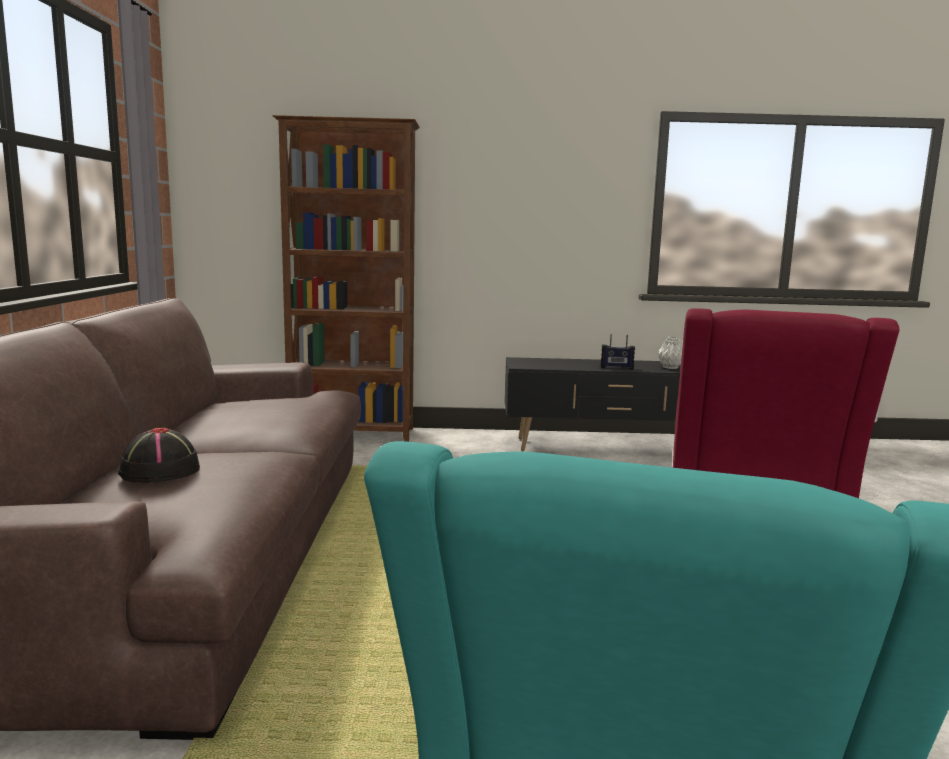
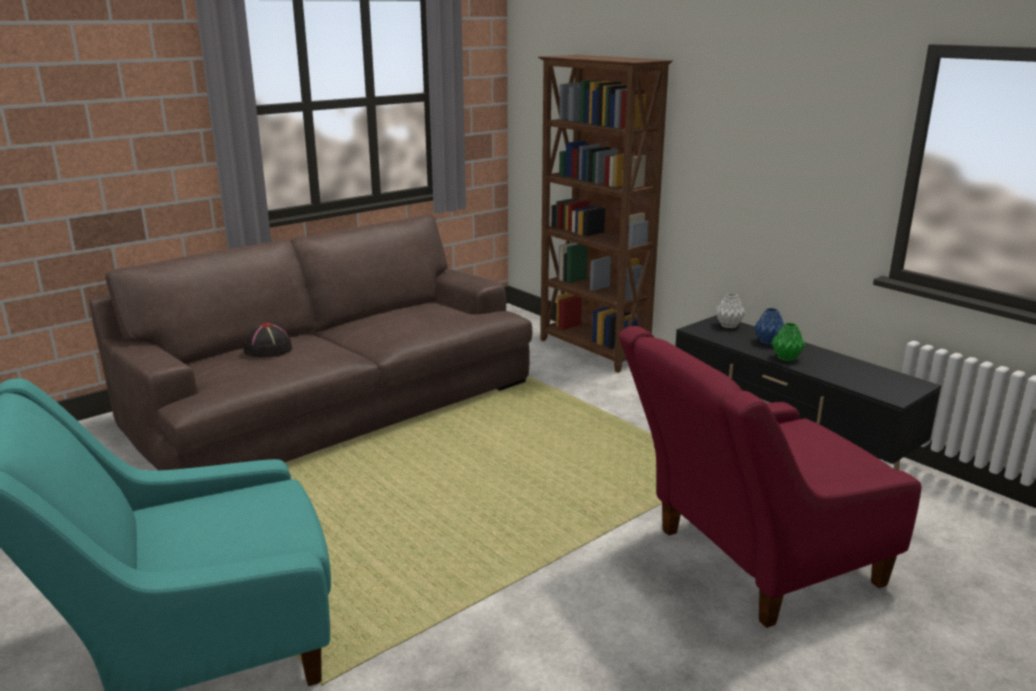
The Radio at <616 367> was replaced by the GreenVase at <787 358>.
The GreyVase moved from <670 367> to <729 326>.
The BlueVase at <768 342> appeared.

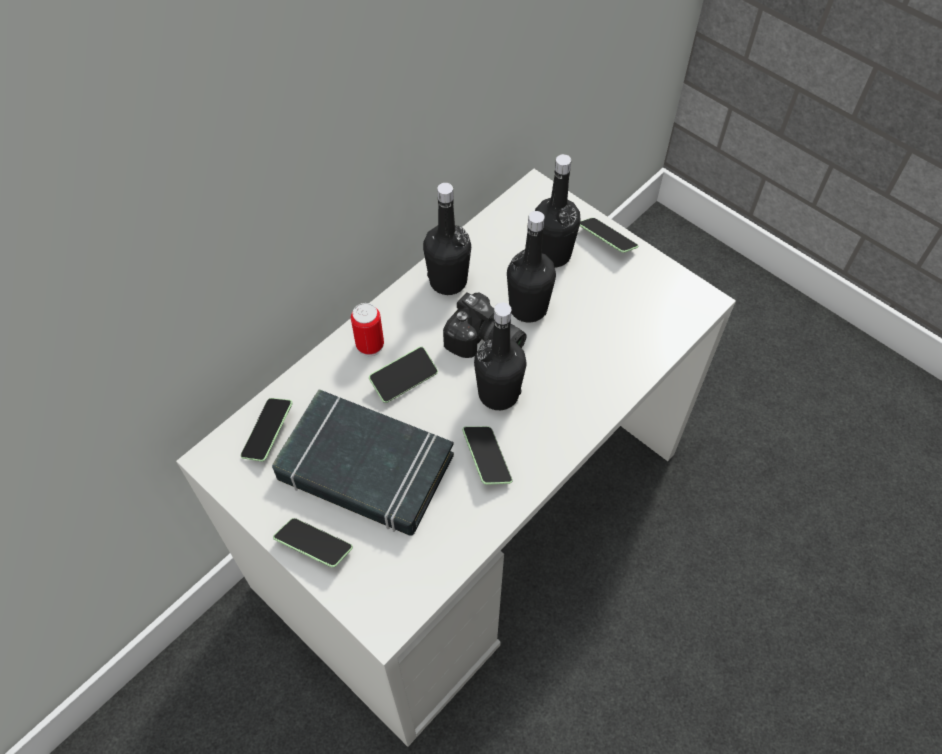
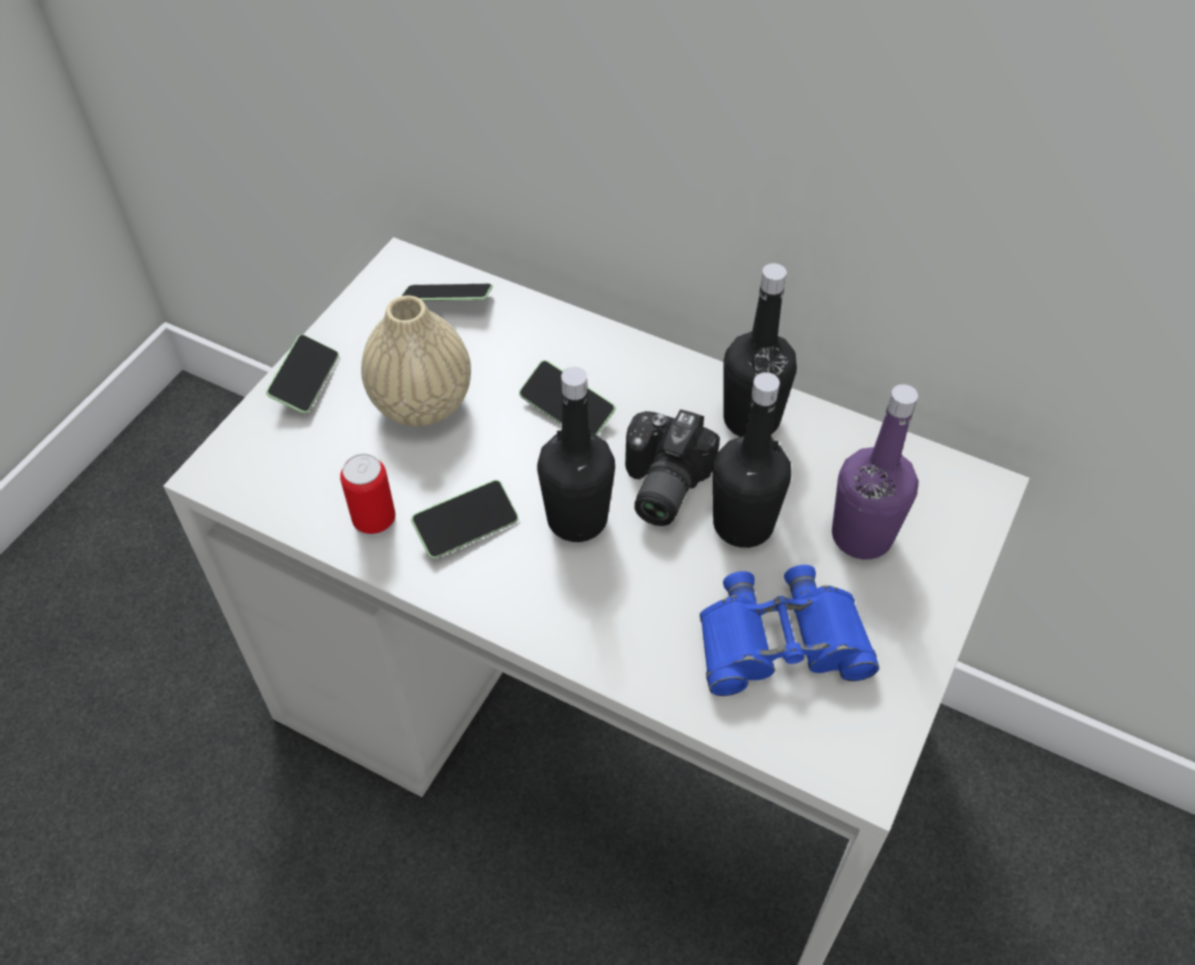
The BlackBook at <365 468> was replaced by the BeigeVase at <421 403>.
The Can moved from <370 345> to <374 520>.
The BlackBottle at <552 254> became the PurpleBottle at <861 536>.
The Phone at <606 240> disappeared.
The BlueBinoculars at <780 642> appeared.

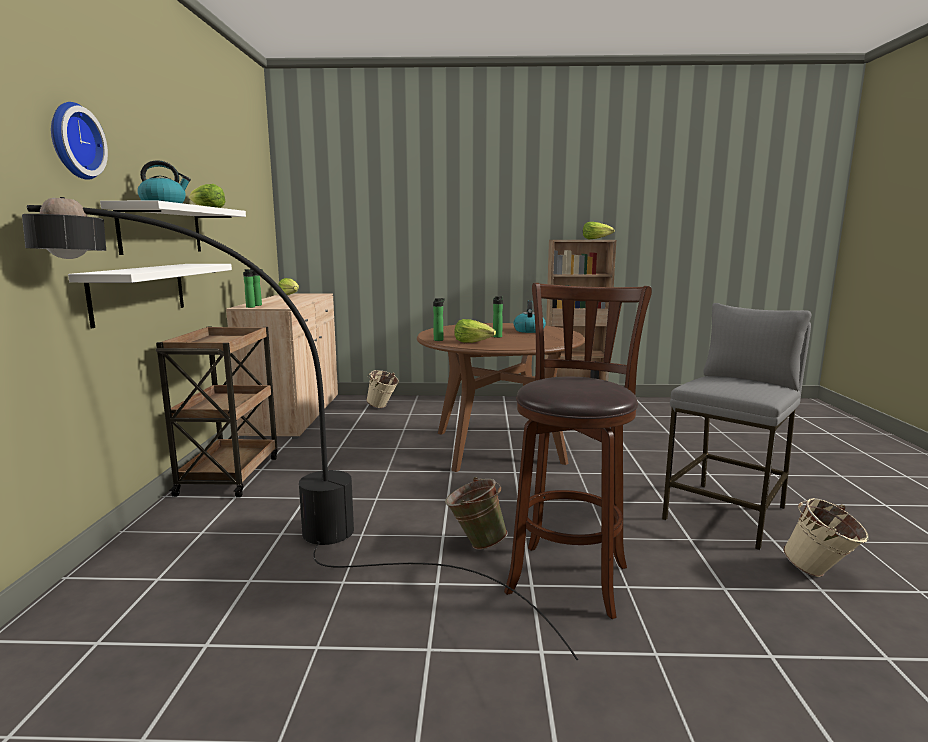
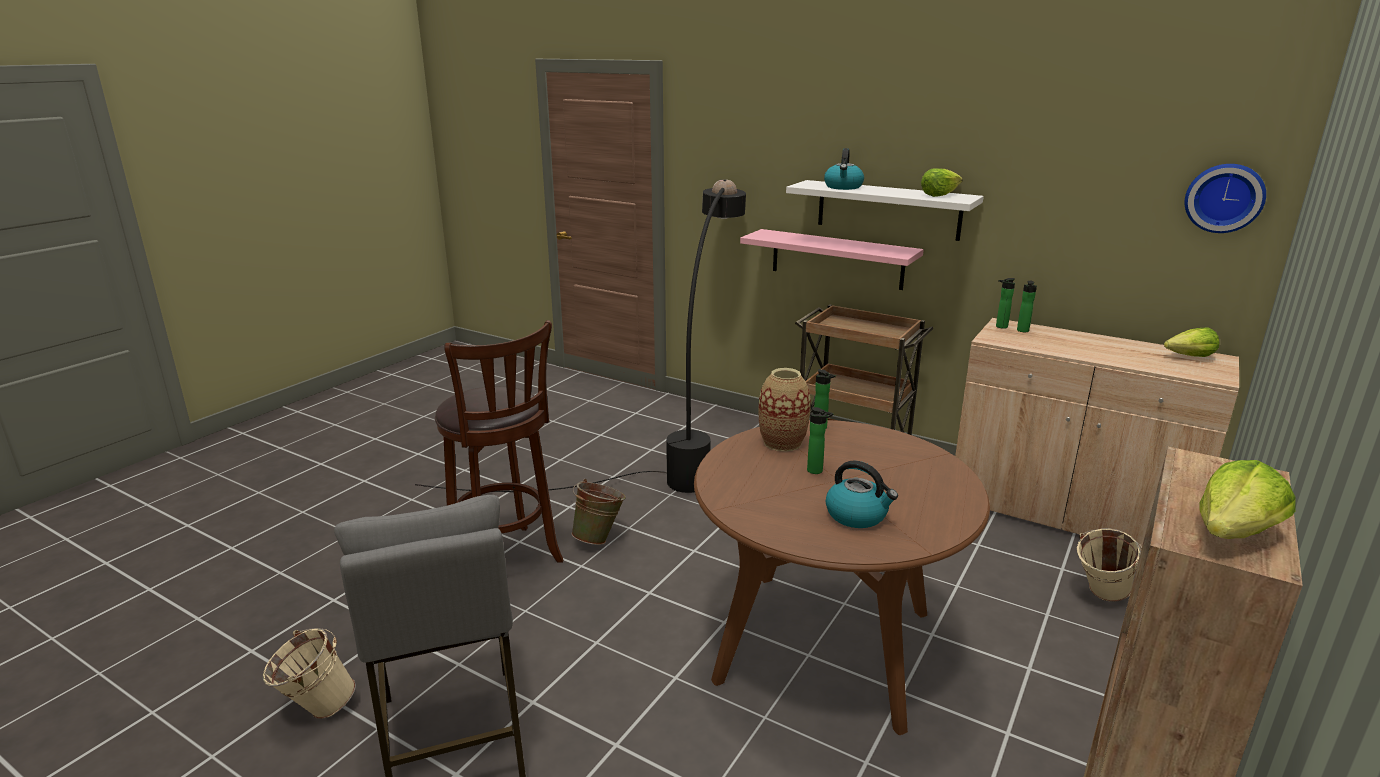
The WallClock moved from <73 141> to <1224 197>.
The WhiteShelf at <139 292> became the PinkShelf at <837 259>.
The Lettuce at <473 342> was replaced by the Vase at <782 442>.

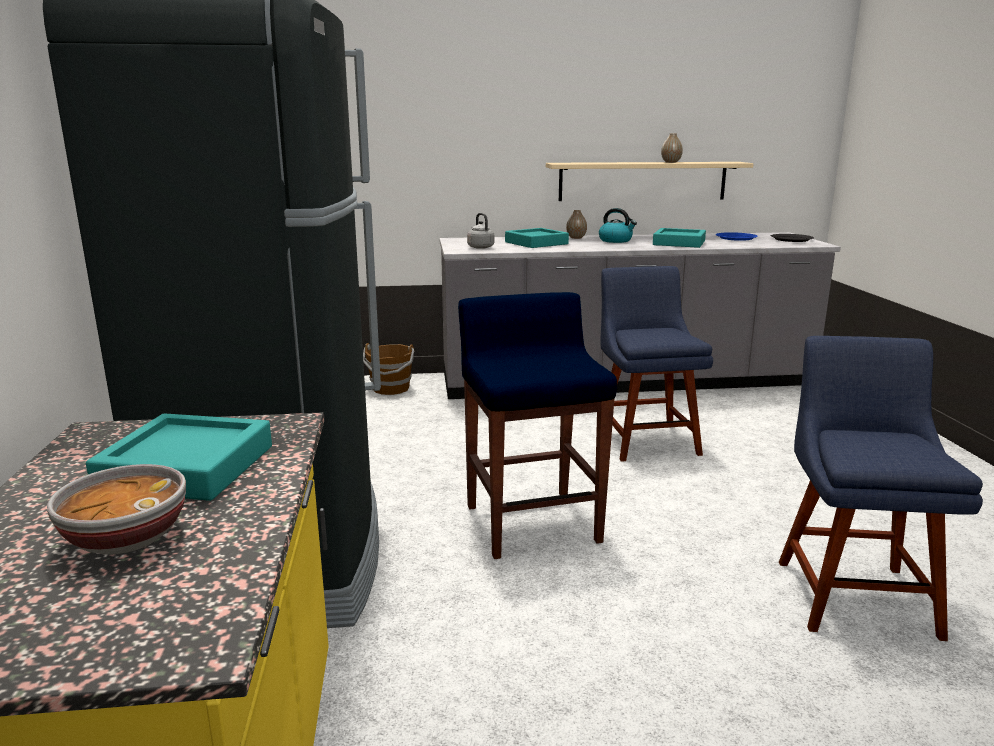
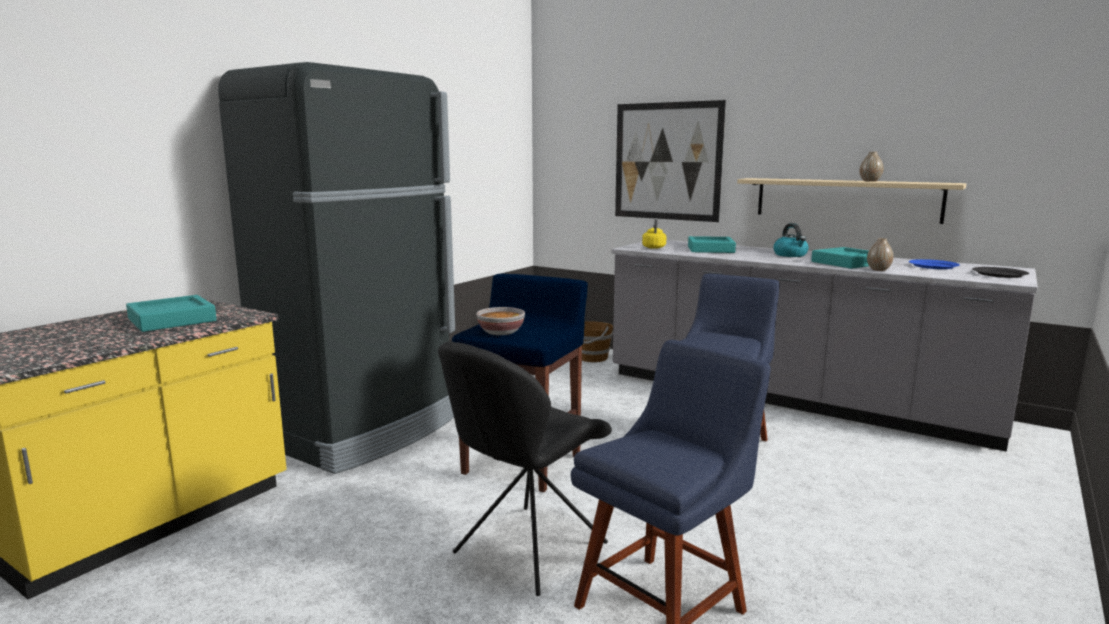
The Bowl moved from <125 538> to <500 332>.
The GreyKettle at <480 247> became the YellowKettle at <654 247>.
The Vase moved from <576 238> to <878 269>.
The BlackChair at <526 550> appeared.
The Picture at <667 161> appeared.

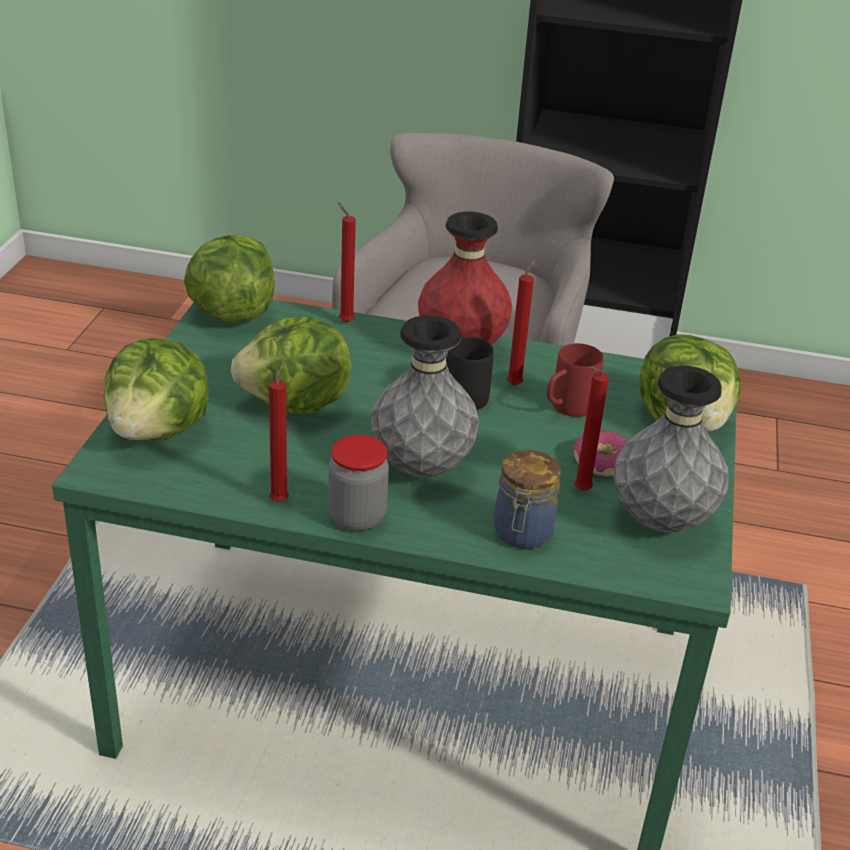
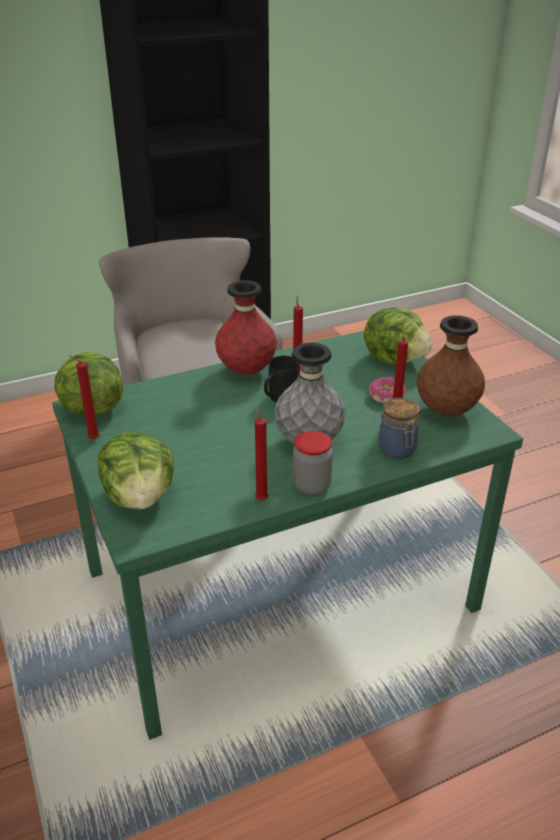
The Lettuce at <296 405> disappeared.
The RedCandle moved from <344 321> to <92 439>.
The RedMug at <566 409> disappeared.
The GreyVase at <661 521> became the BrownVase at <446 411>.

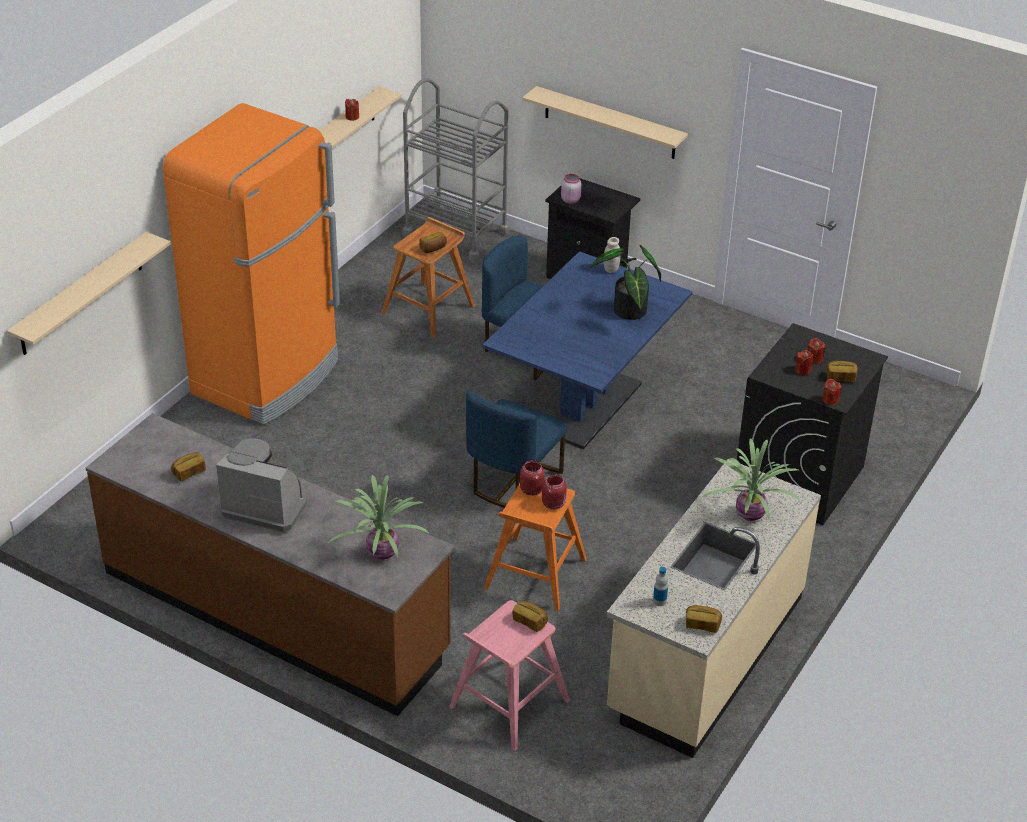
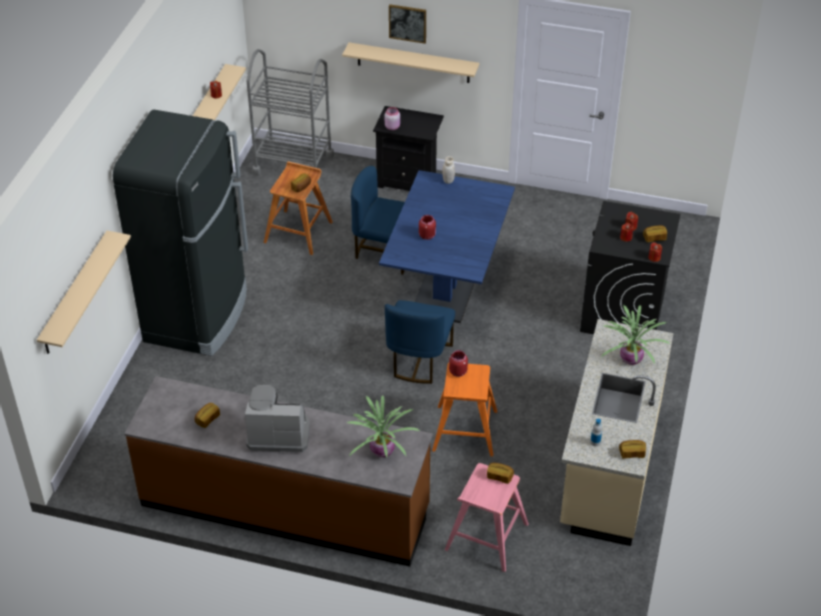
The OrangeFridge at <267 378> became the BlackFridge at <197 315>.
The RedJar moved from <554 503> to <427 235>.
The PottedPlant at <628 313> disappeared.
The Picture at <407 23> appeared.

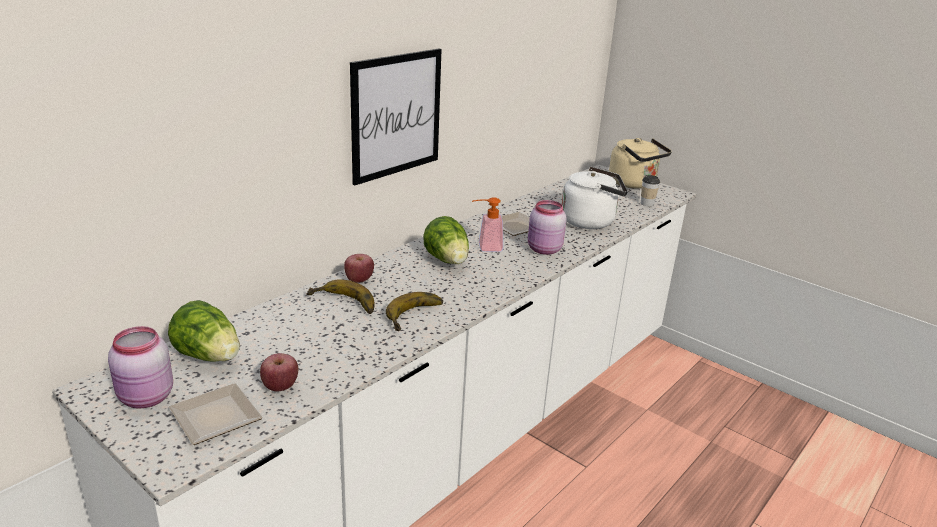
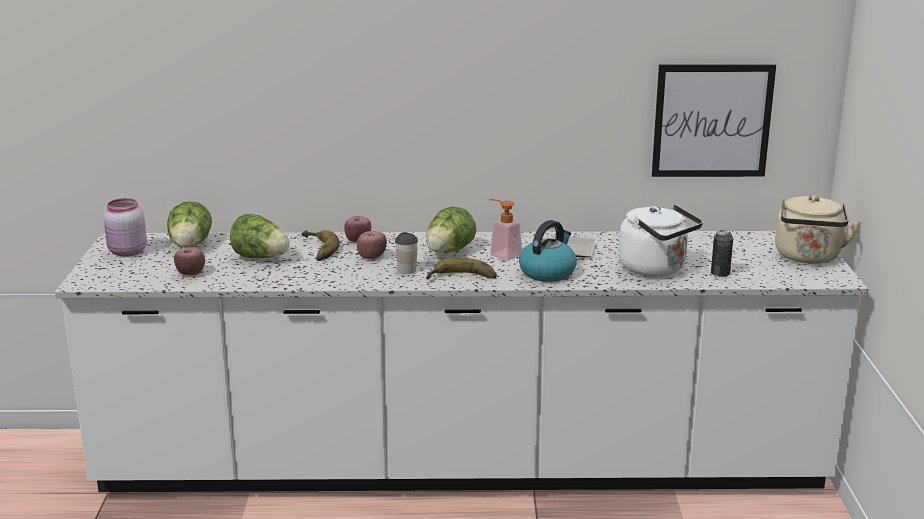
The Plate at <217 415> disappeared.
The Picture moved from <396 115> to <712 121>.
The Banana moved from <417 316> to <462 278>.
The PinkJar at <544 250> was replaced by the Kettle at <547 272>.
The Cup moved from <647 203> to <406 270>.
The Lettuce at <261 258> appeared.
The Apple at <371 257> appeared.
The Can at <720 273> appeared.

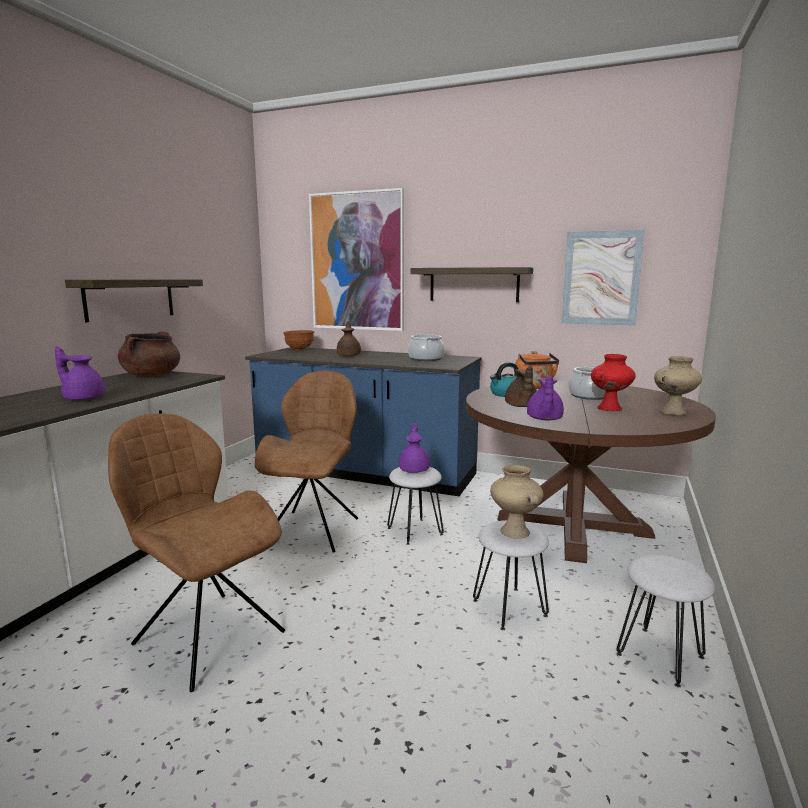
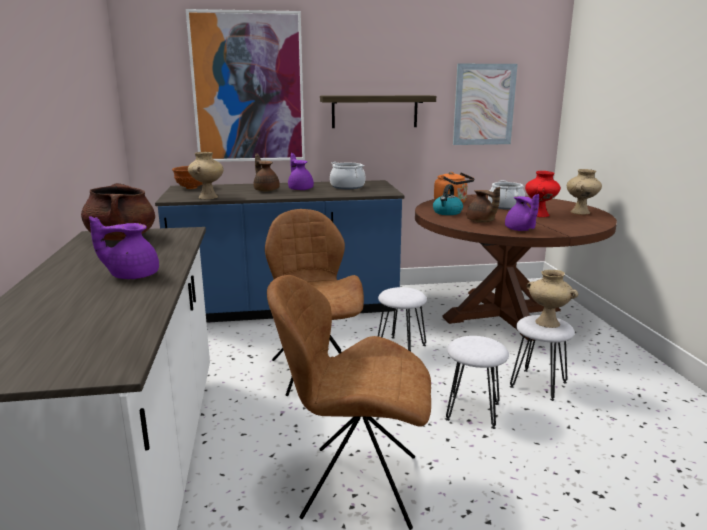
The Shelf at <130 299> disappeared.
The PurpleTeapot moved from <415 469> to <300 189>.
The WhiteStool moved from <659 656> to <472 411>.
The BeigeVase at <208 197> appeared.

